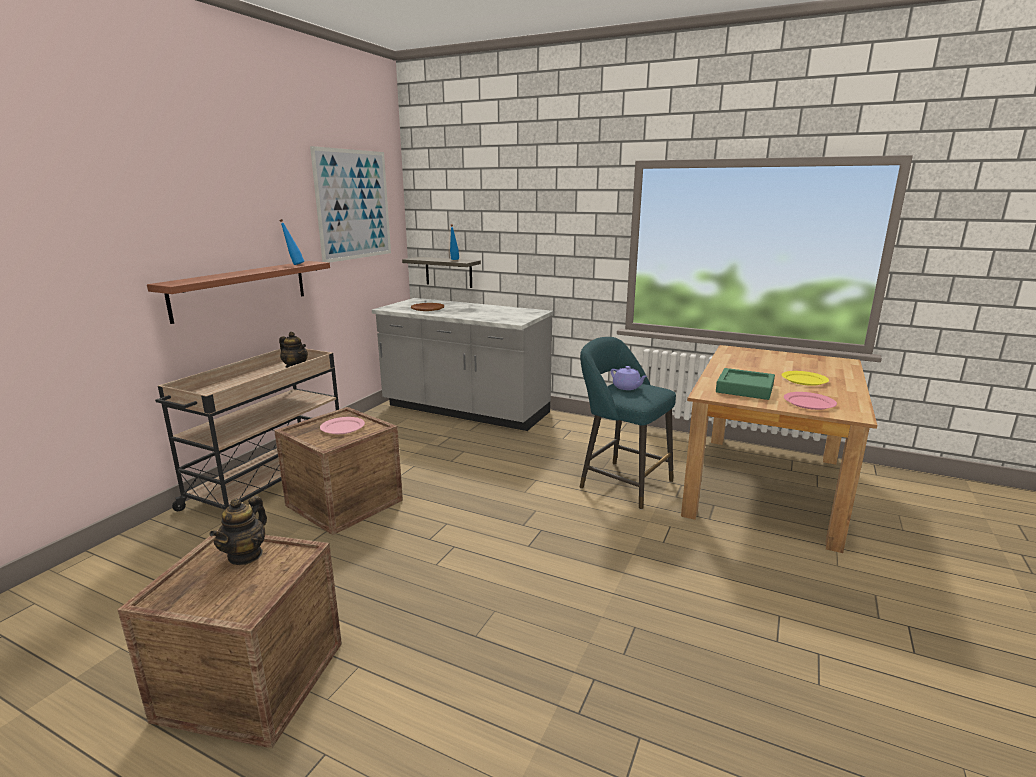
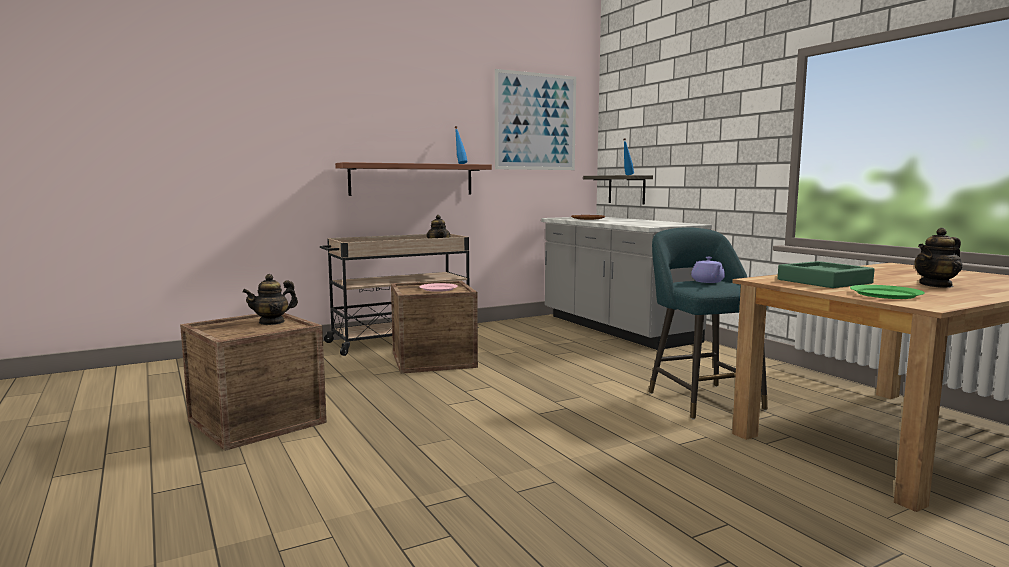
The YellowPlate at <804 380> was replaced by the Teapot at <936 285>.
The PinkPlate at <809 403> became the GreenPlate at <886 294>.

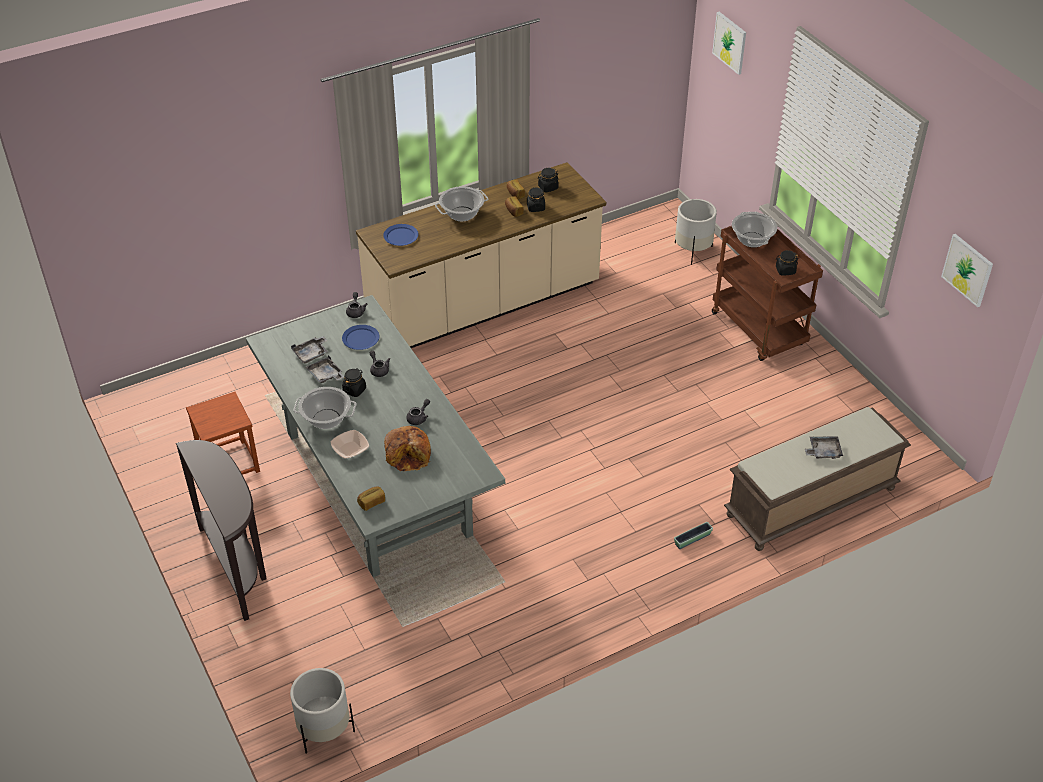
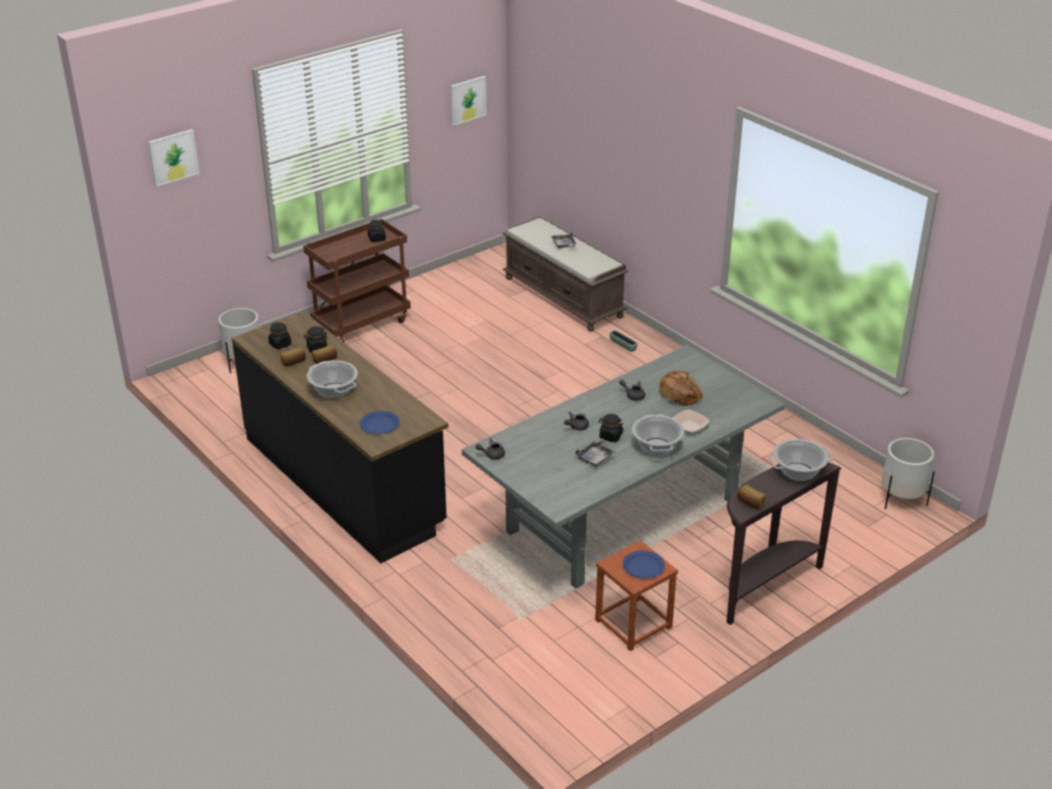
The GreyTray at <311 354> disappeared.
The BluePlate moved from <361 339> to <644 566>.
The BeigeCounter at <484 306> became the BlackCounter at <344 482>.
The Bread moved from <371 502> to <750 503>.
The CookingPot moved from <752 240> to <798 472>.

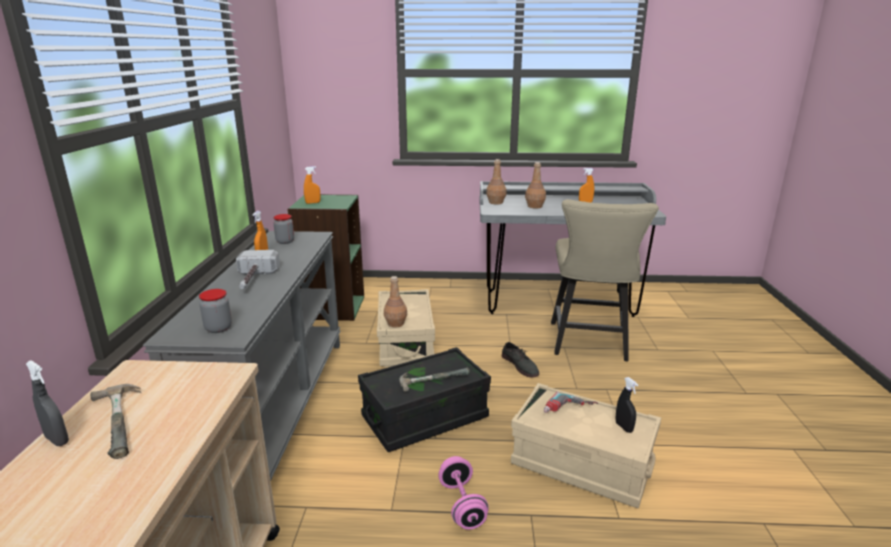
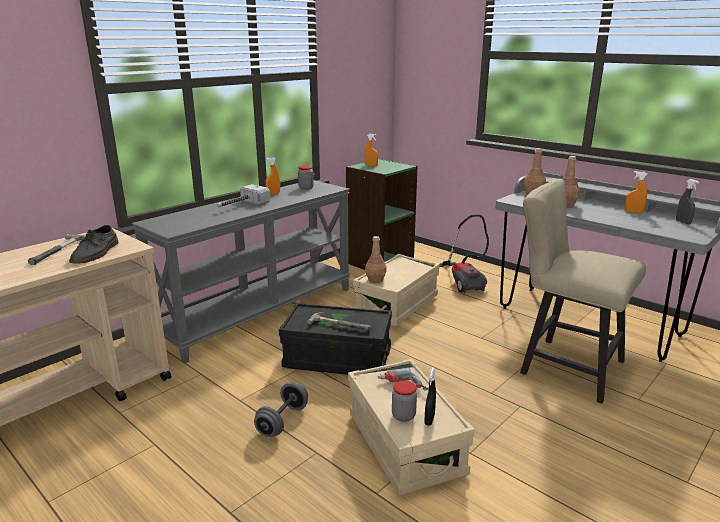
The GreySprayBottle moved from <57 440> to <683 222>.
The Jar moved from <218 328> to <403 416>.
The PinkDumbbell at <462 505> became the GreyDumbbell at <282 421>.
The GreyShoe moved from <520 365> to <96 253>.
The BeigeChair at <589 344> turned 75 degrees clockwise.
The VacuumCleaner at <464 281> appeared.

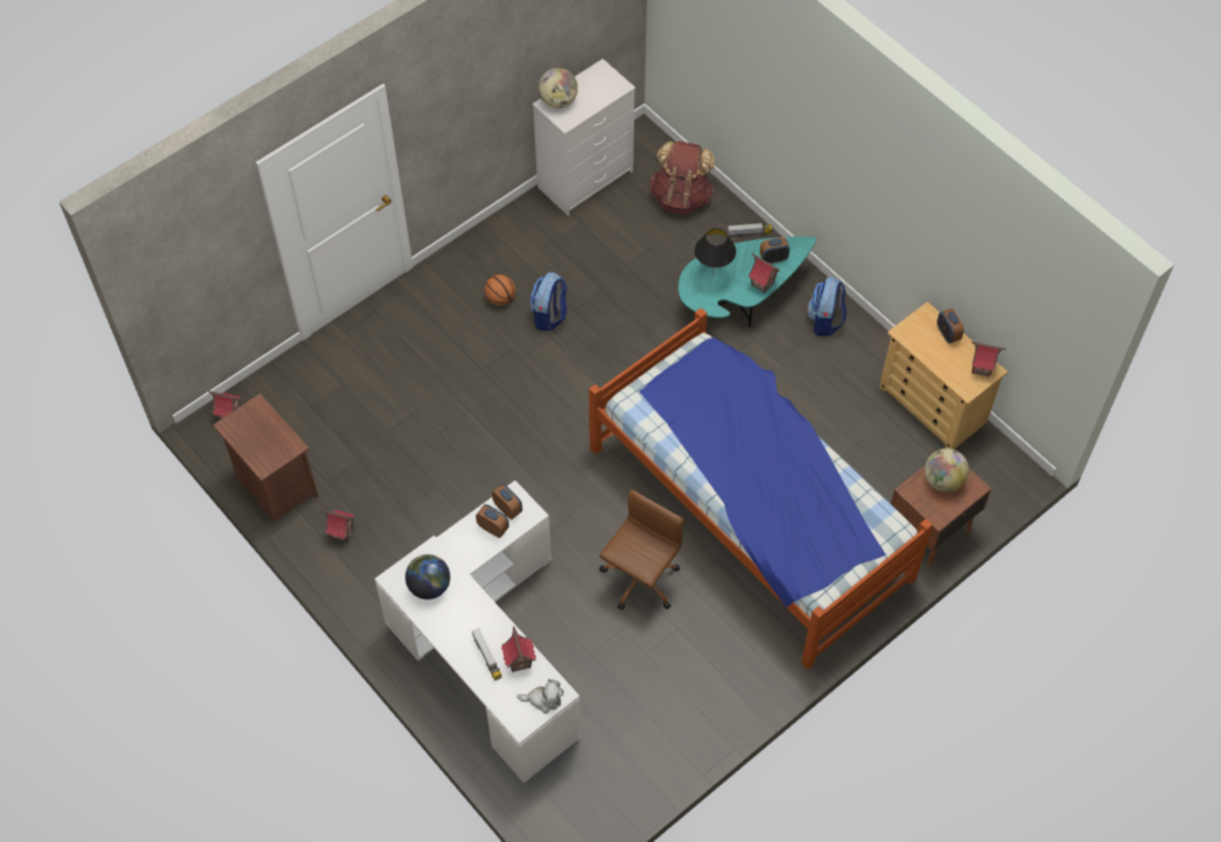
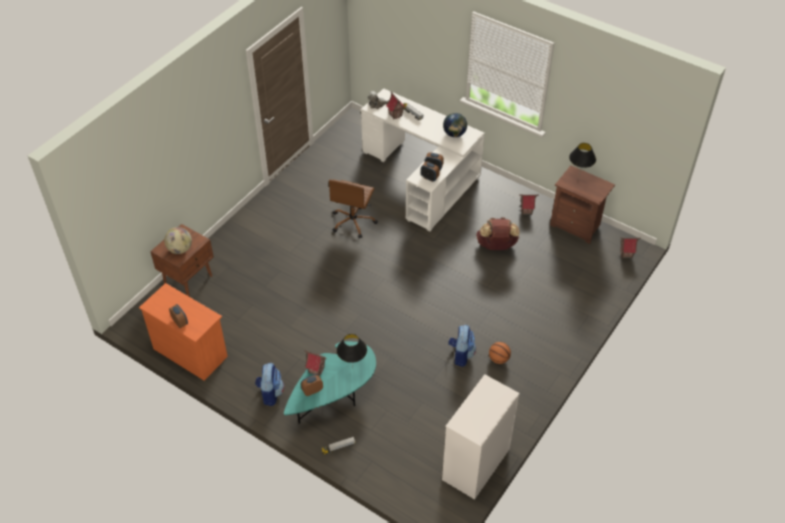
The Globe at <558 101> disappeared.
The Bed at <750 511> disappeared.
The BrownBackpack moved from <681 197> to <496 246>.
The BeigeDresser at <933 405> became the OrangeDresser at <190 352>.
The ToyHouse at <981 368> disappeared.
The BlackTableLamp at <578 178> appeared.

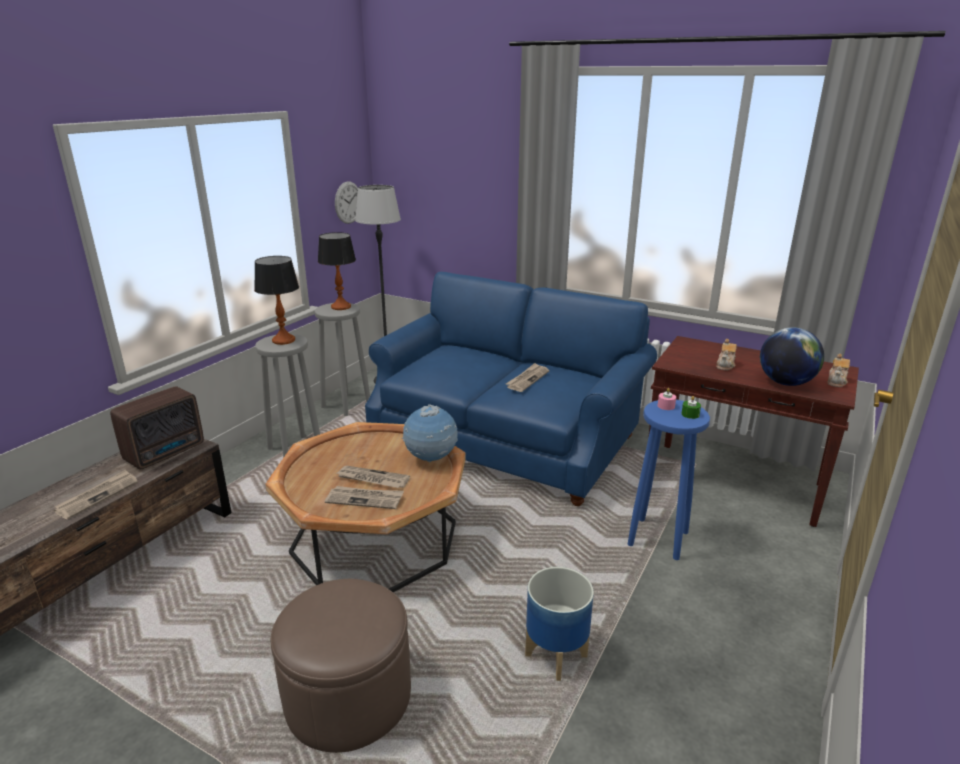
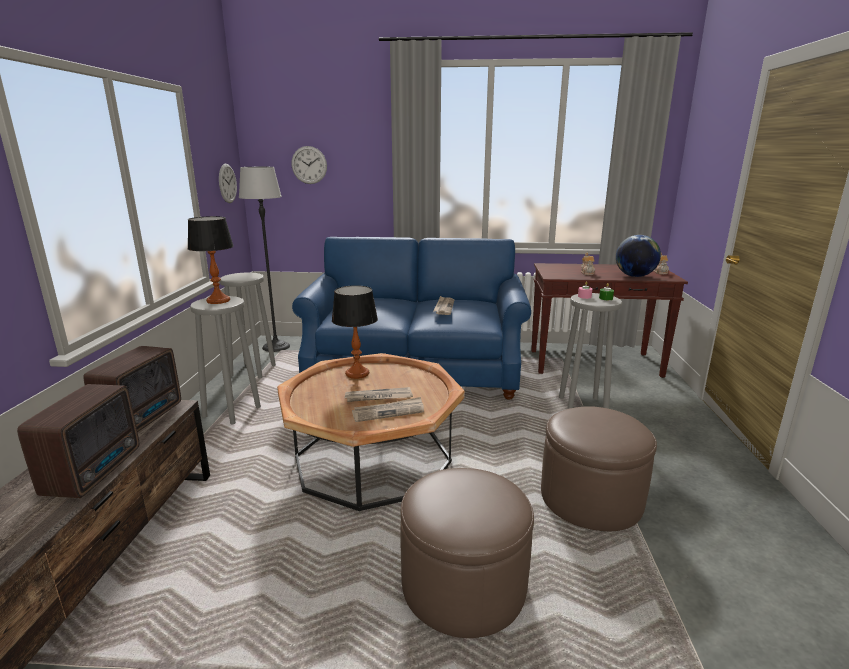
The Newspaper at <98 496> was replaced by the Radio at <96 470>.
The TableLamp moved from <341 307> to <357 374>.
The Globe at <431 459> disappeared.
The Planter at <555 655> was replaced by the BrownOttoman at <591 498>.
The BlueStool at <659 539> became the GreyStool at <583 406>.
The WallClock at <309 165> appeared.

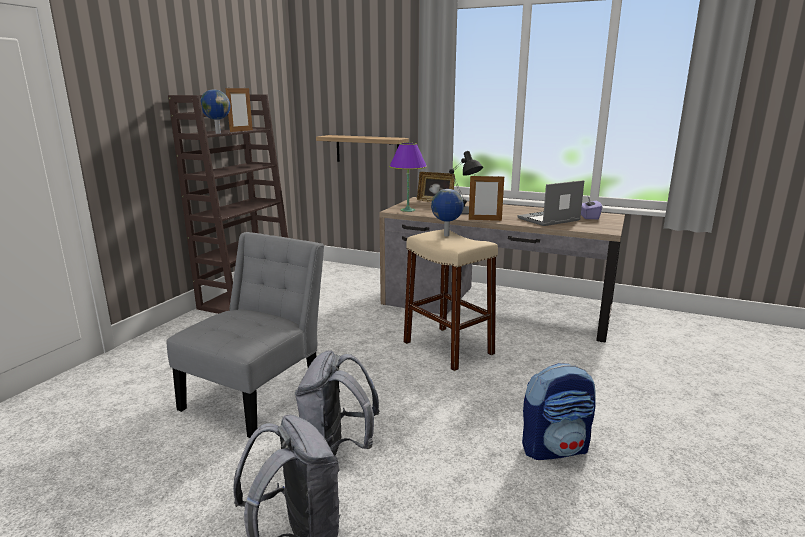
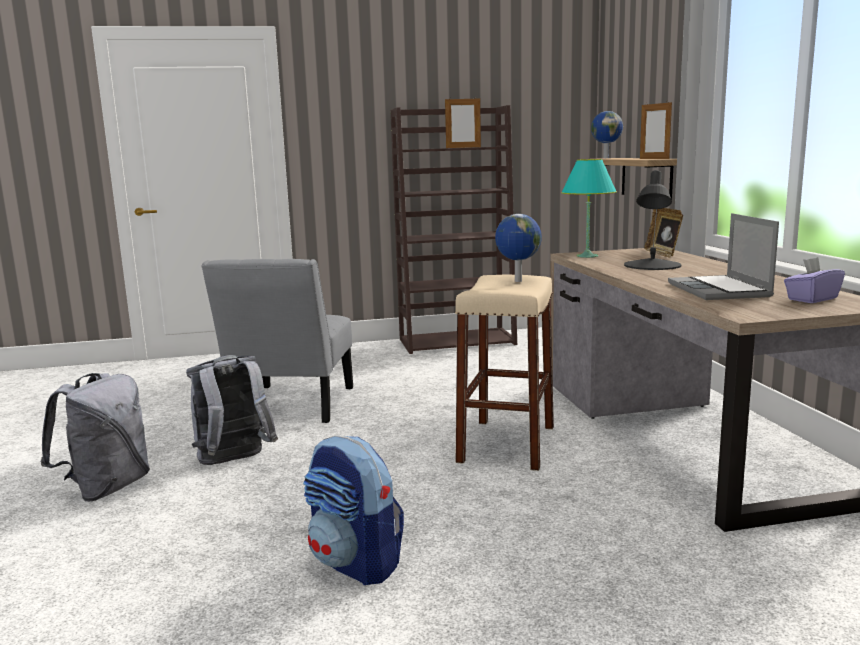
The GreyChair at <258 394> turned 105 degrees clockwise.
The Globe moved from <218 133> to <605 158>.
The PurpleTableLamp at <408 210> became the TurquoiseTableLamp at <587 256>.
The PictureFrame moved from <485 220> to <654 158>.
The Laptop at <548 220> turned 120 degrees counterclockwise.

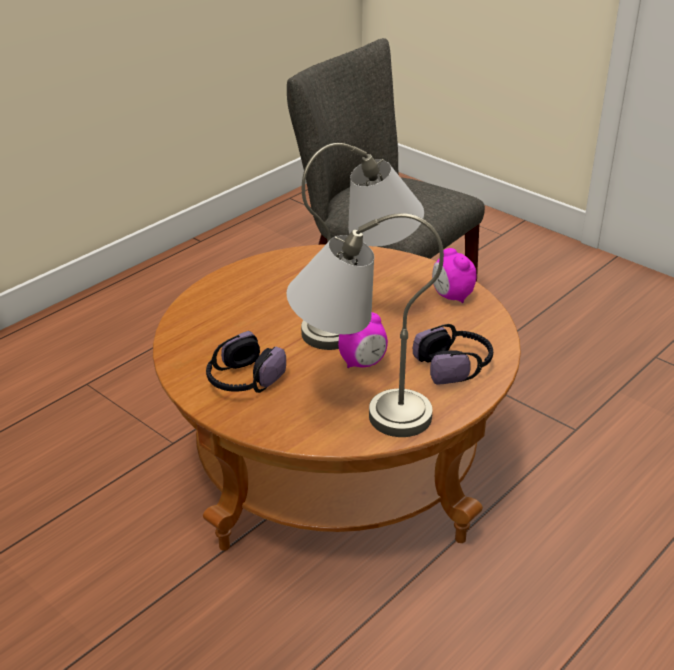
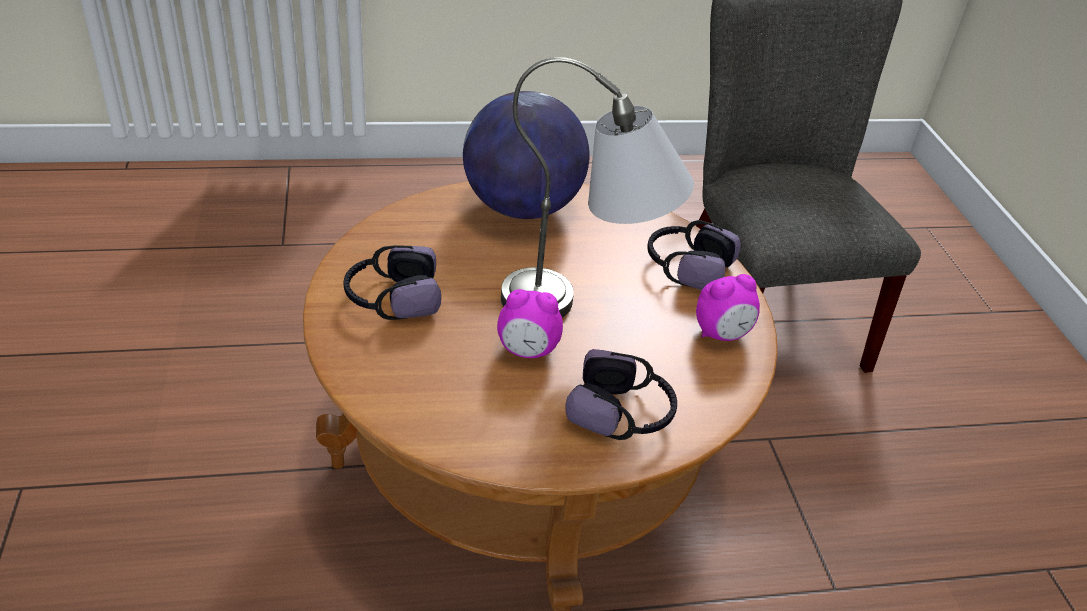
The GreyTableLamp at <358 408> disappeared.
The AlarmClock at <451 296> turned 120 degrees counterclockwise.
The Globe at <521 208> appeared.
The Headphones at <686 267> appeared.

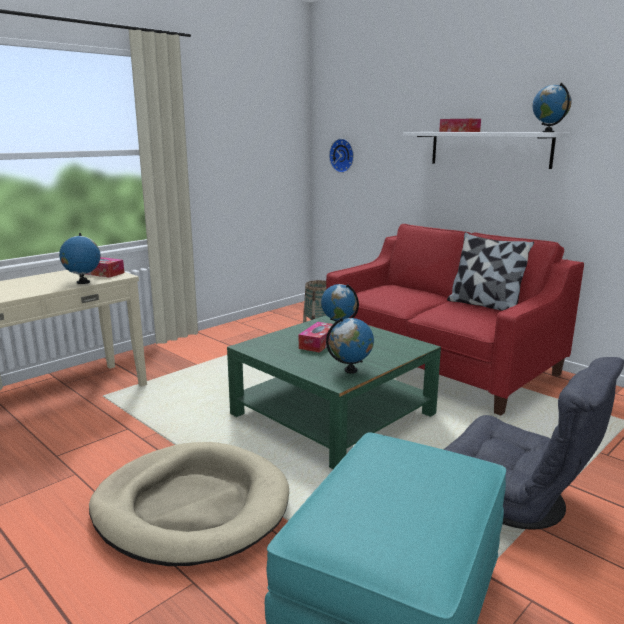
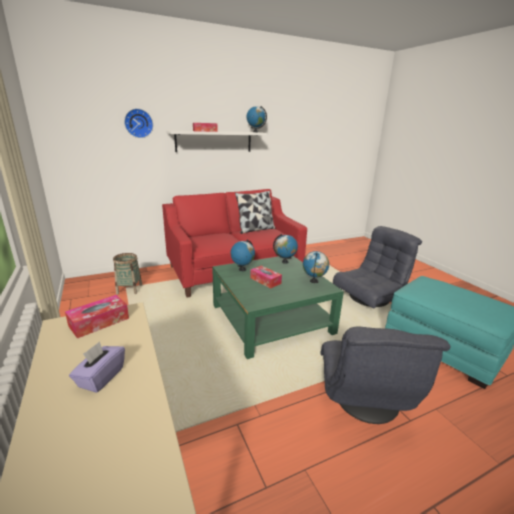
The Globe moved from <83 282> to <285 262>.
The BeigeDogBed at <191 507> was replaced by the GreyArmchair at <364 399>.
The WallClock moved from <343 155> to <138 123>.
The PurpleTissueBox at <101 377> appeared.

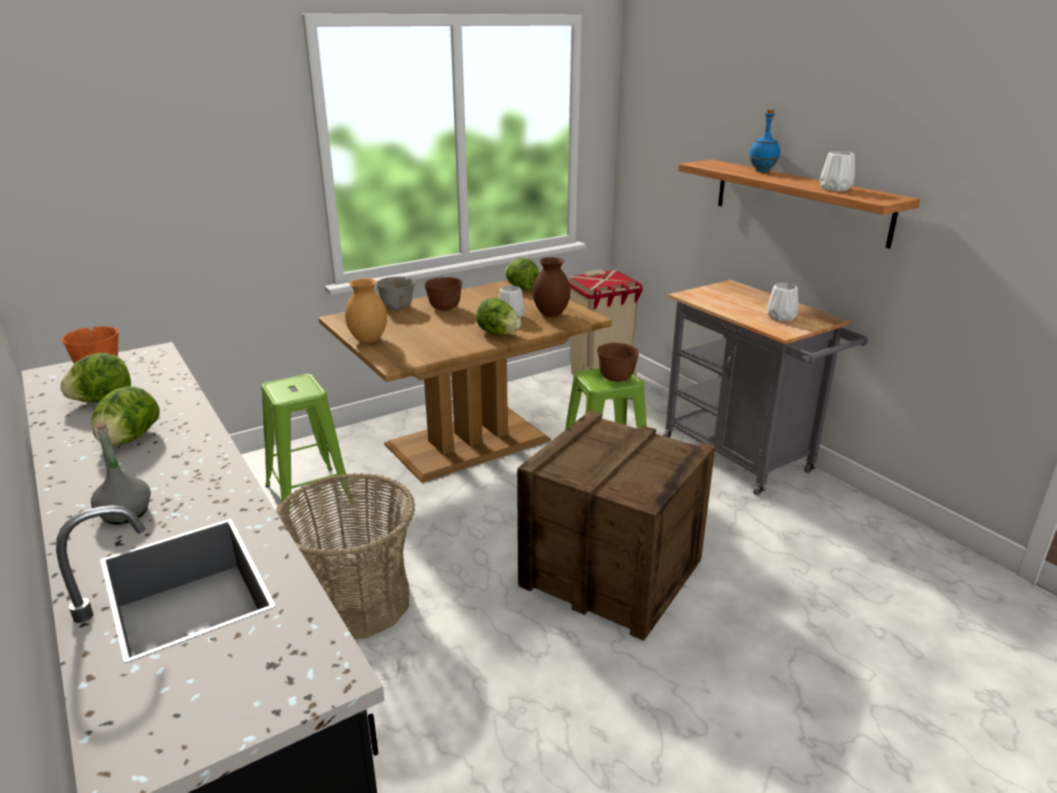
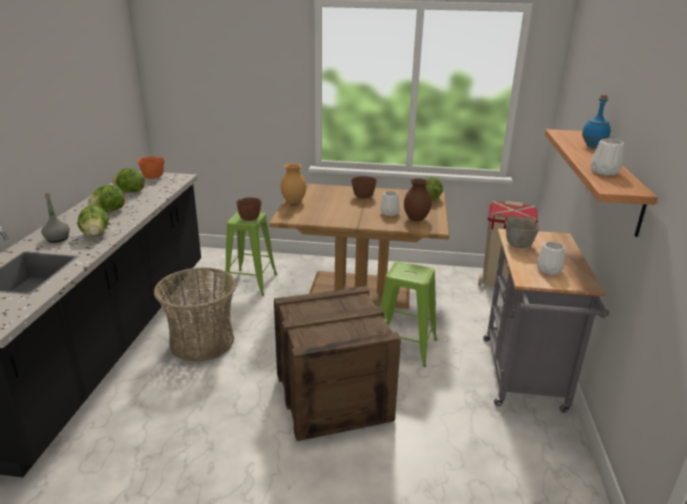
The GreyBowl moved from <398 307> to <519 245>.
The Lettuce moved from <498 334> to <96 234>.
The BrownBowl moved from <615 378> to <249 218>.

